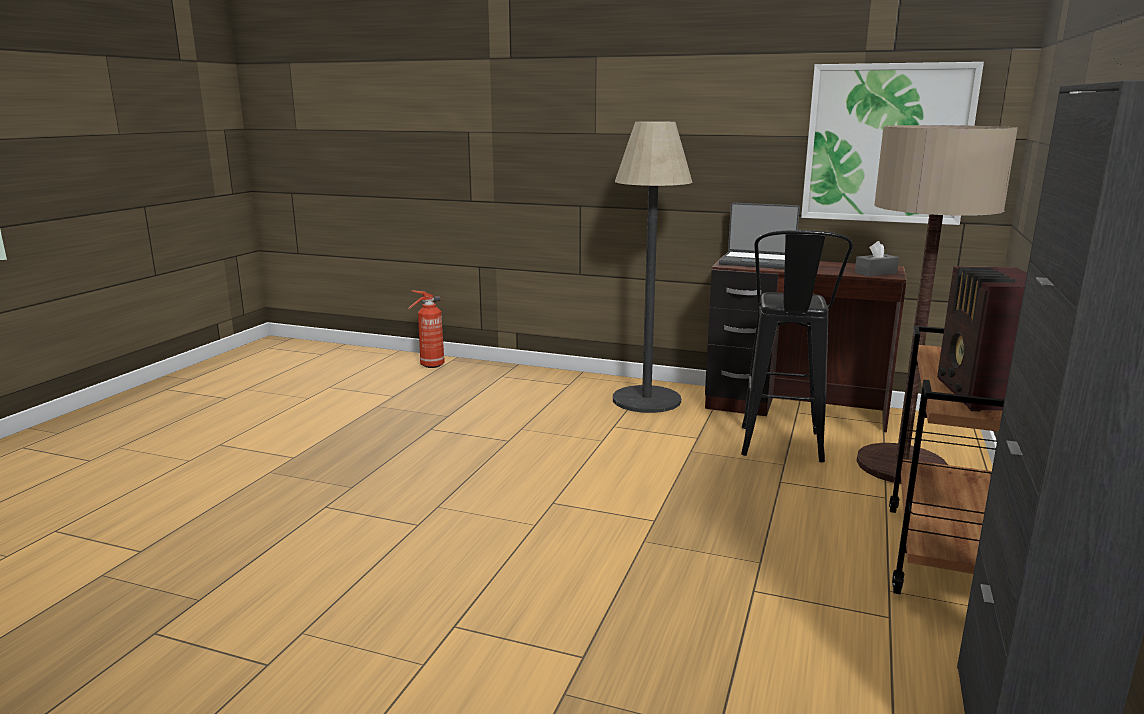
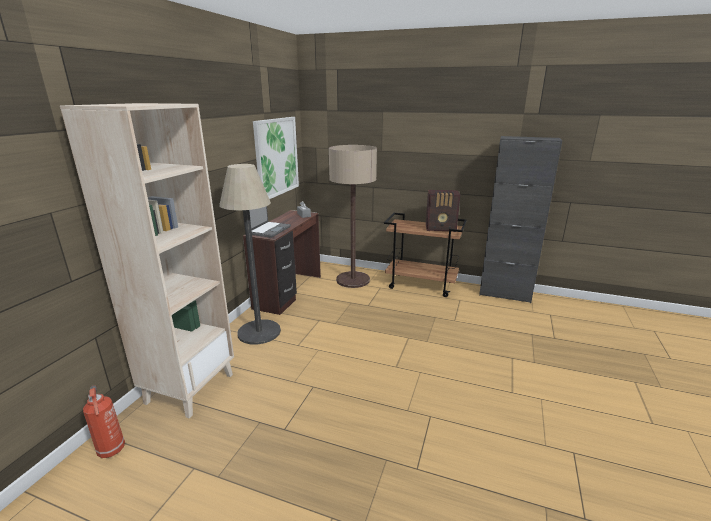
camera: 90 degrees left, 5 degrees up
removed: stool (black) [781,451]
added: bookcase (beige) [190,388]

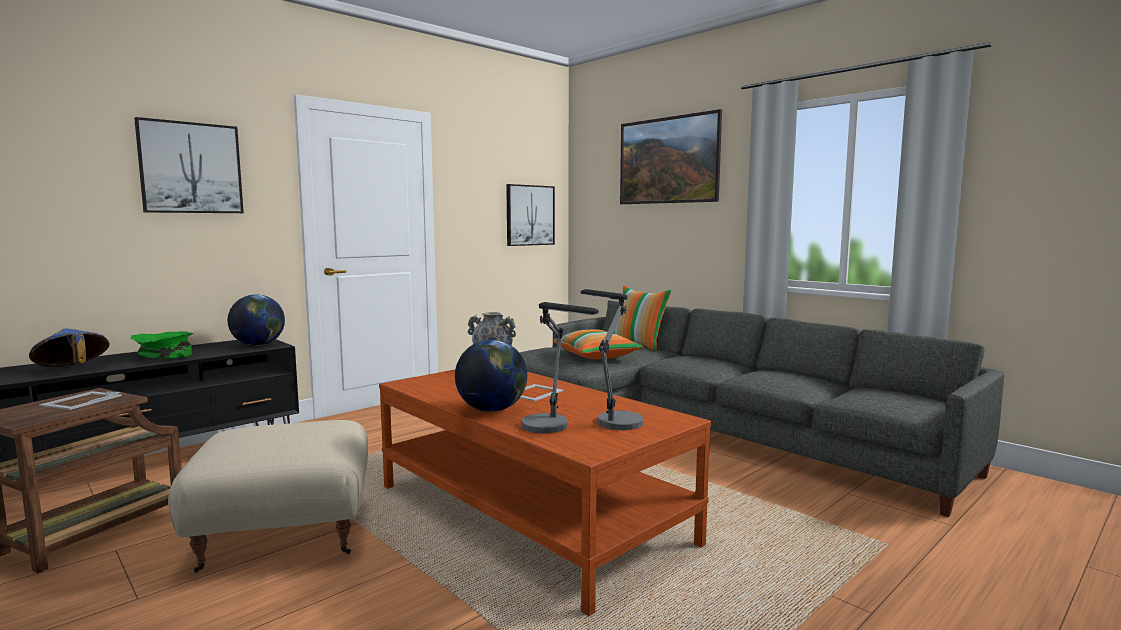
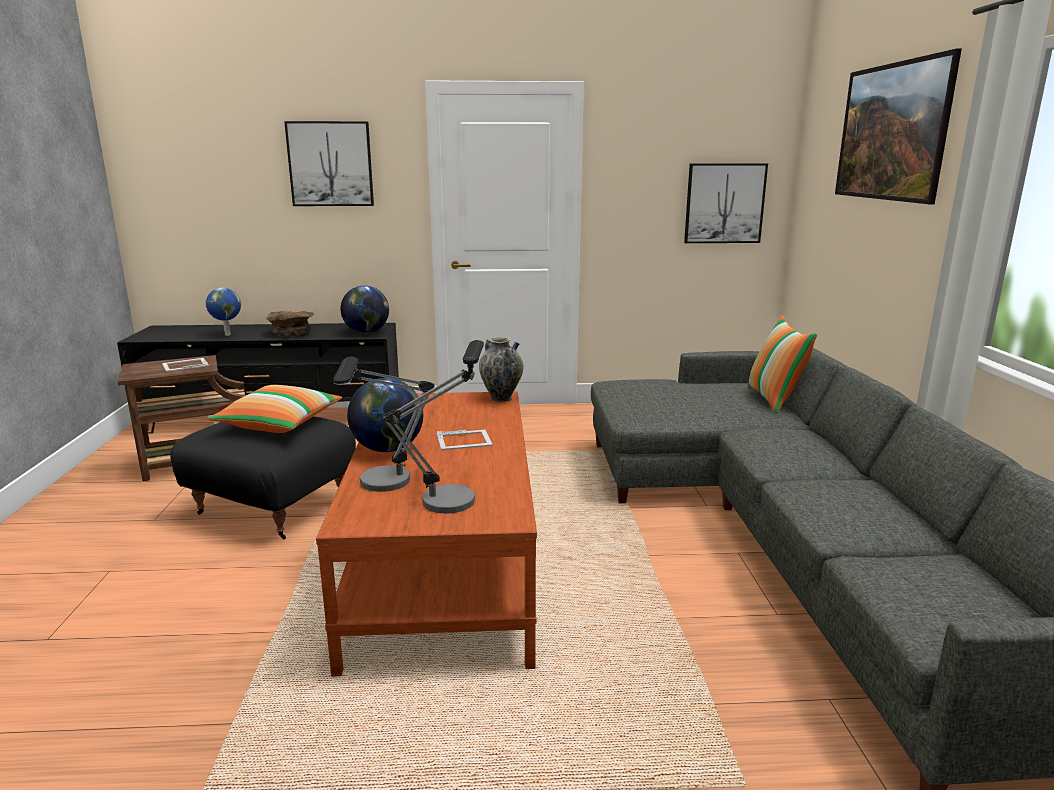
camera: 40 degrees right, 10 degrees up
moved: pillow [596,356] to [279,424]
replaced: hat (blue) [72,369] to globe [227,335]
recoloured: bowl (green) [165,356] to bowl (brown) [292,333]; ottoman (beige) [284,536] to ottoman (black) [273,507]

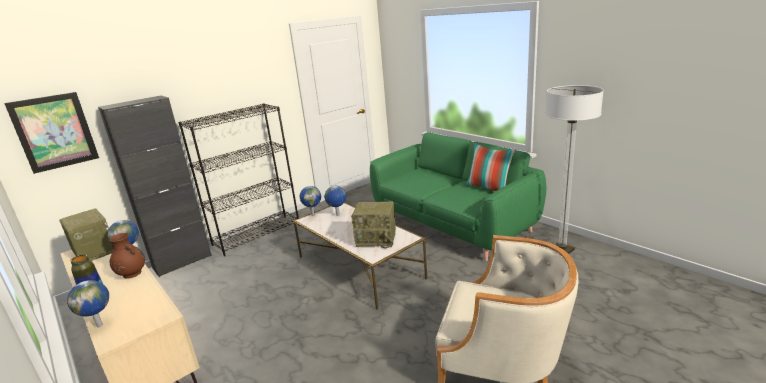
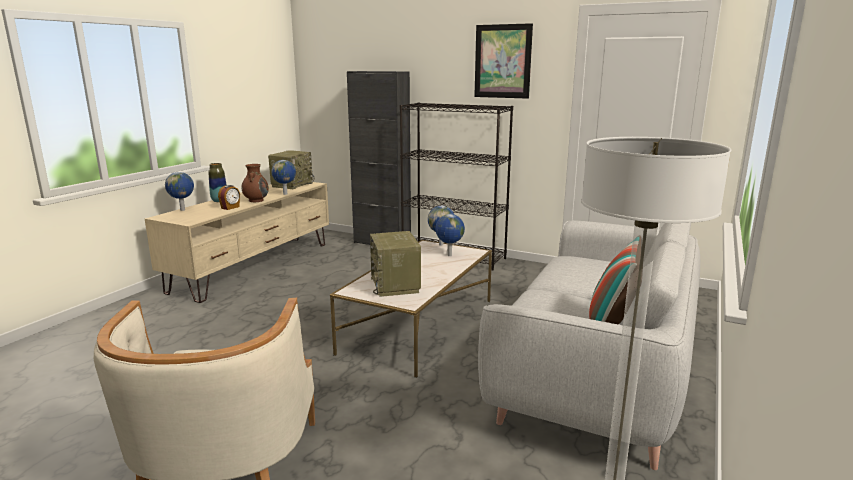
camera: 65 degrees right, 5 degrees down
added: alarm clock [230,207]
moved: picture [54,132] to [502,61]
recoloured: sofa (green) [453,224] to sofa (grey) [596,373]

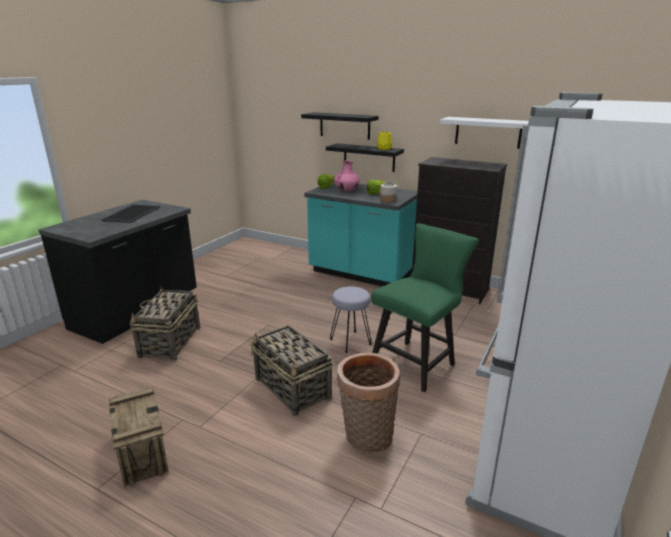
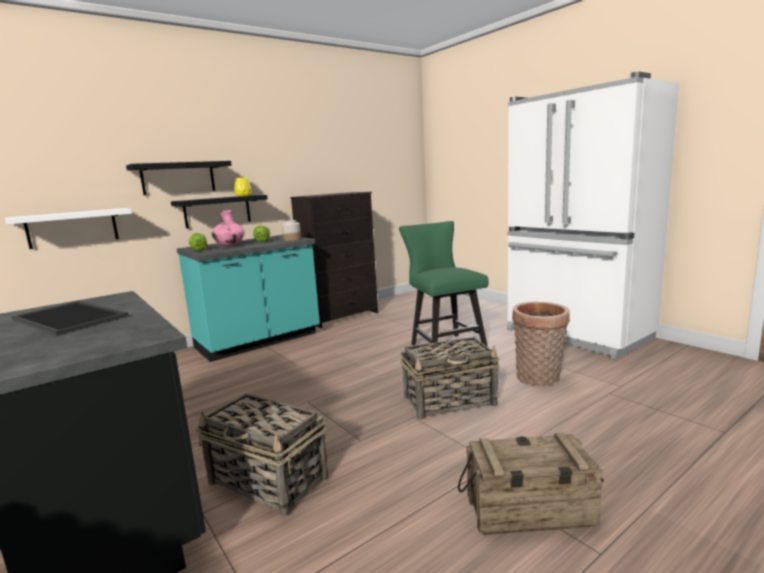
camera: 65 degrees left, 10 degrees down
removed: stool (grey) [350,341]
moved: shelf (white) [488,132] to [72,228]

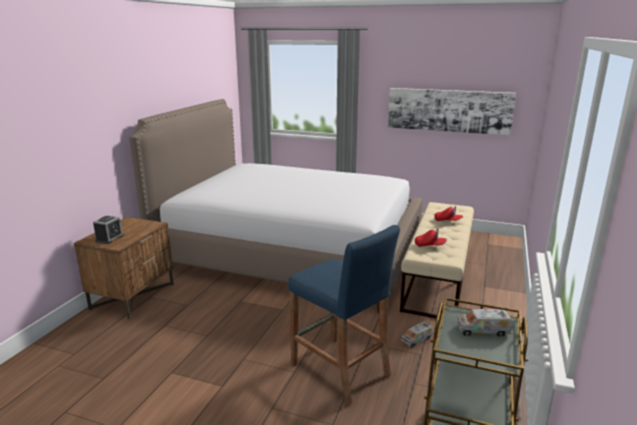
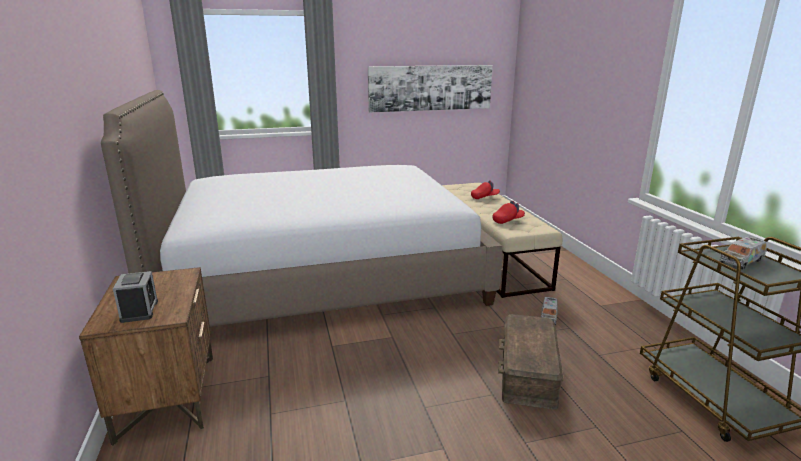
camera: 35 degrees left, 0 degrees up
replaced: stool (blue) [339,369] to storage box (brown) [529,372]

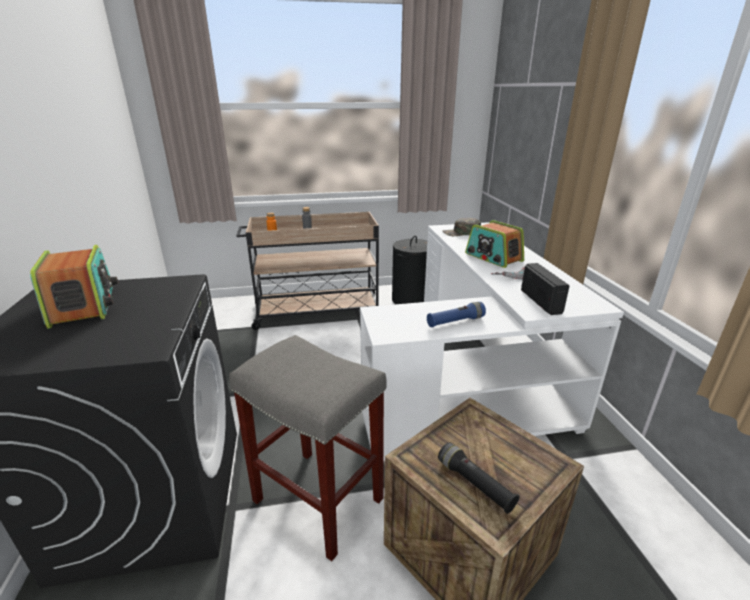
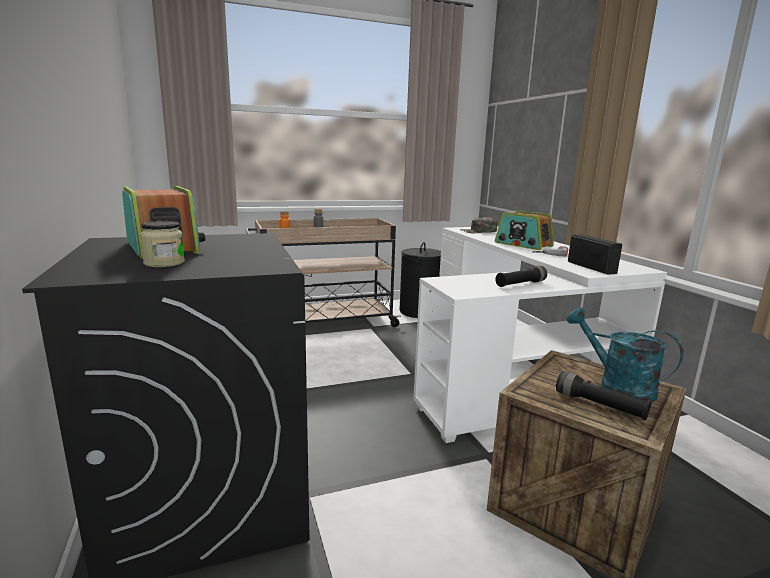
camera: 10 degrees left, 10 degrees down
removed: stool (grey) [316,499]
added: jar [164,263]; watering can (turquoise) [617,385]
recoloured: flashlight (blue) [455,322] to flashlight (black) [520,284]

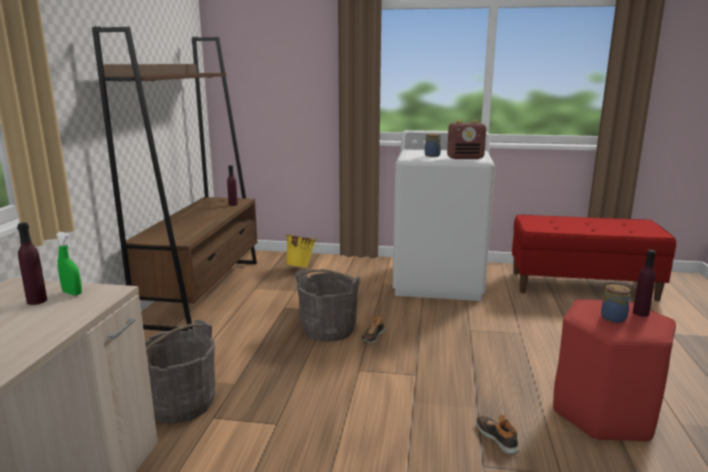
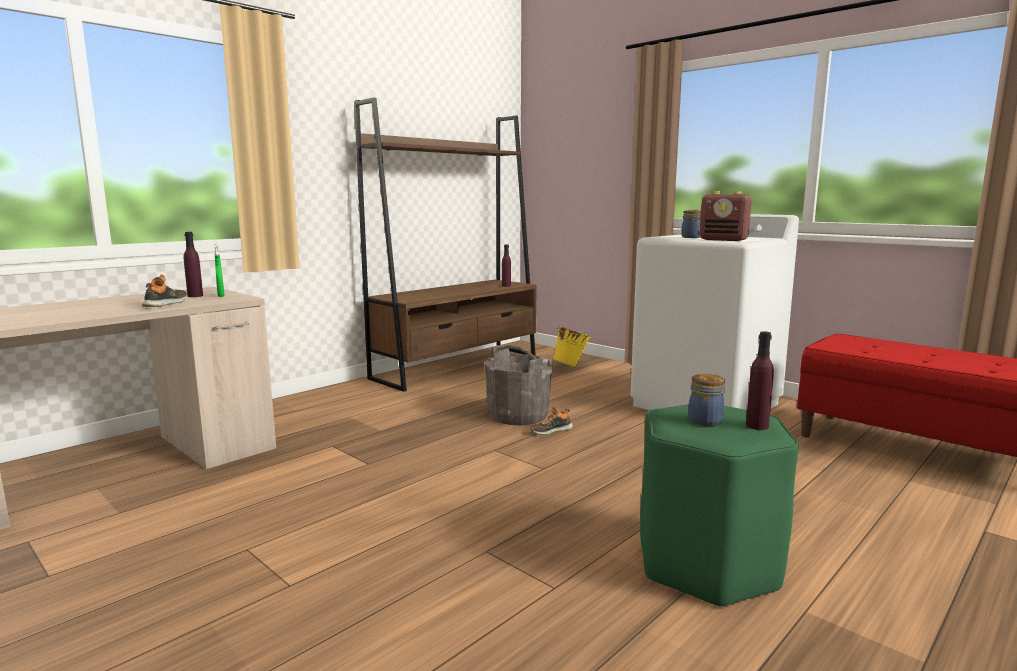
camera: 35 degrees right, 5 degrees down
removed: bucket (grey) [180,403]
moved: shoe [497,438] to [167,303]
recoloured: stool (red) [604,413] to stool (green) [707,565]

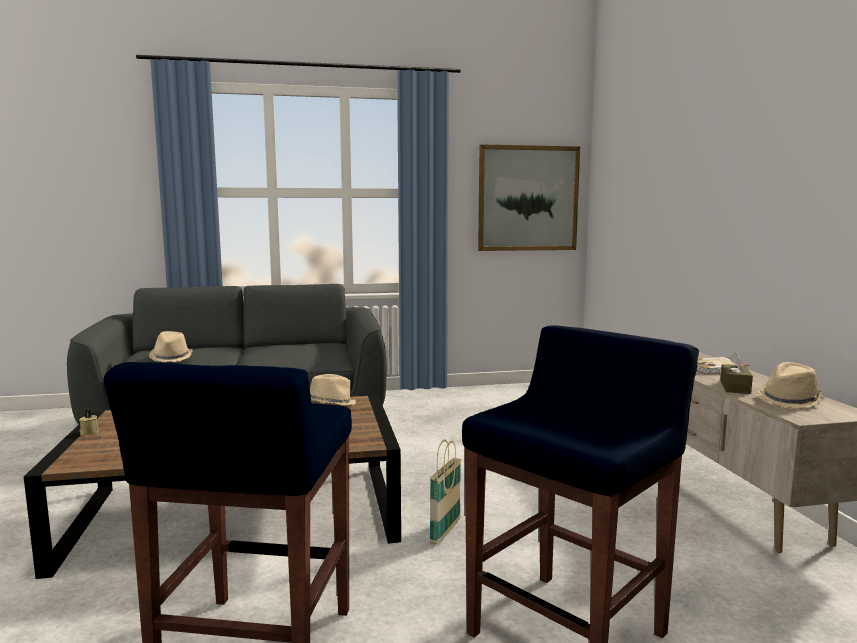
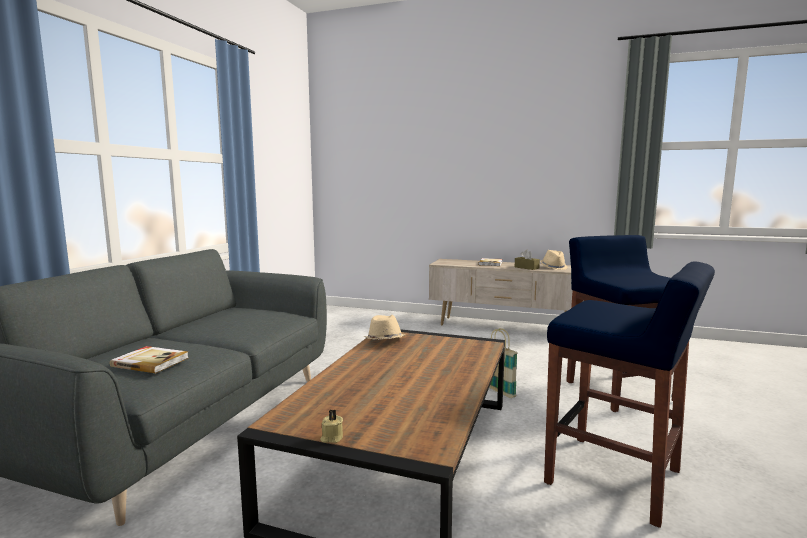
camera: 60 degrees left, 0 degrees up
removed: picture [528,198]
replaced: hat (beige) [171,357] to book [150,362]

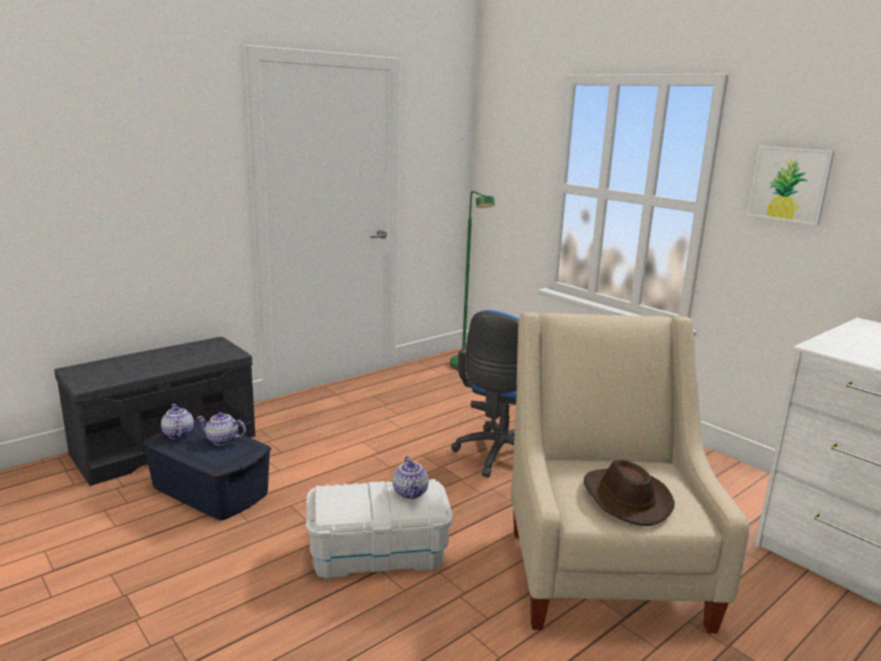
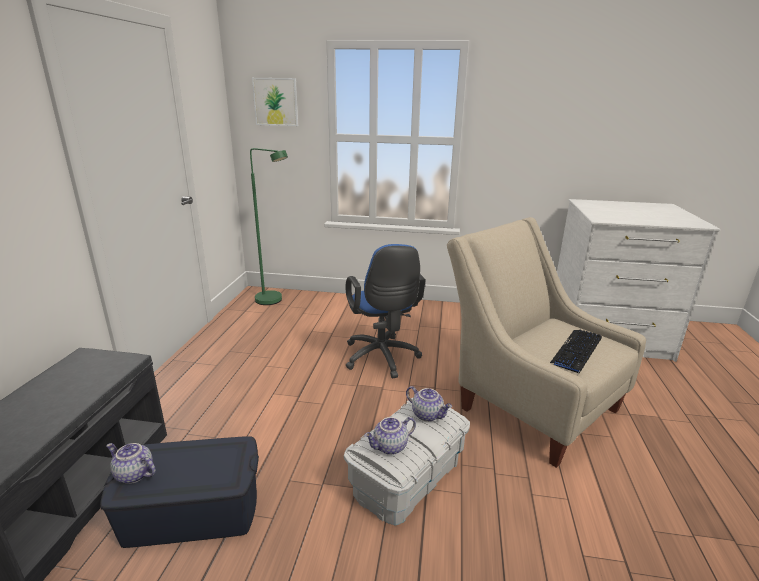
camera: 40 degrees left, 5 degrees up
moved: teapot [221,440] to [390,447]; picture [789,184] to [276,102]
replaced: hat (brown) [624,498] to keyboard [576,351]

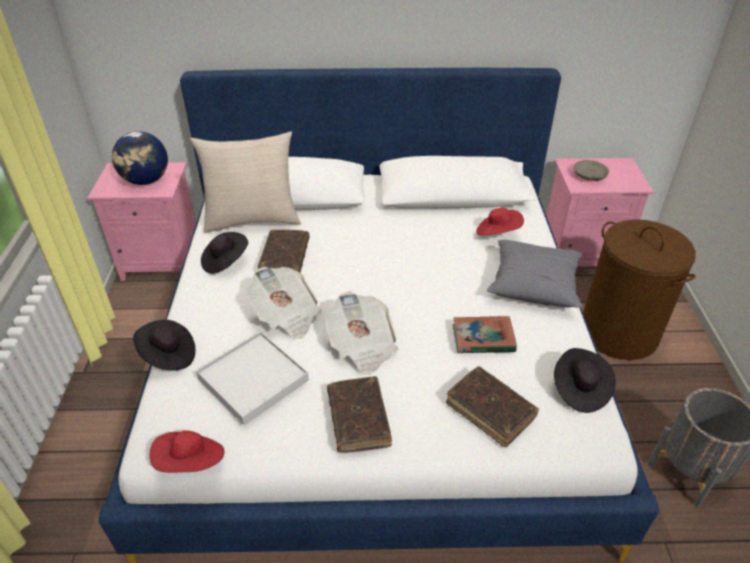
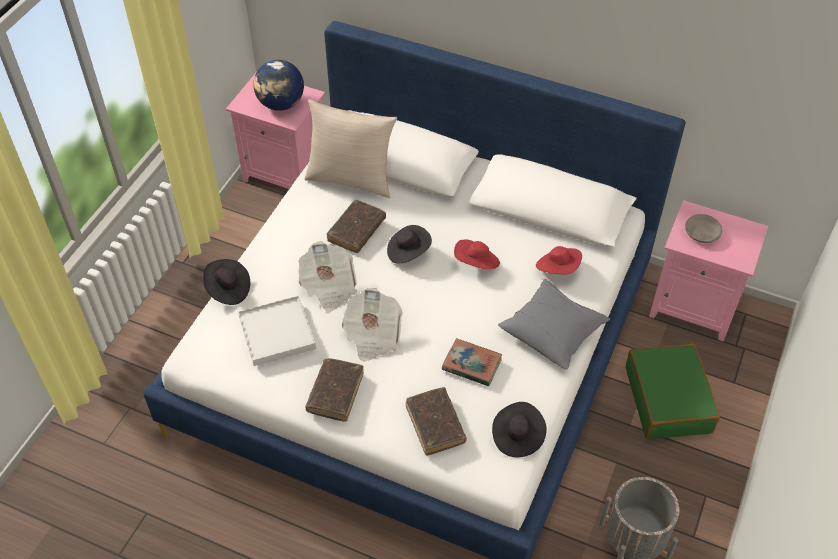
camera: 25 degrees right, 10 degrees up
moved: hat (red) [191,462] to [476,263]; hat (black) [225,262] to [408,252]
replaced: laundry basket (brown) [618,332] to suitcase (green) [668,399]

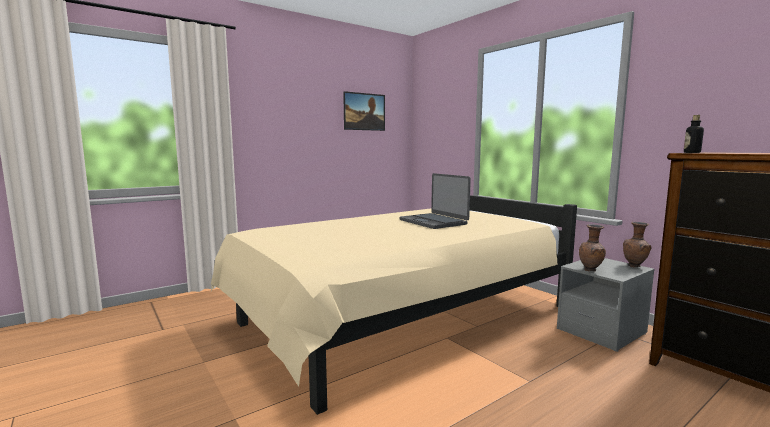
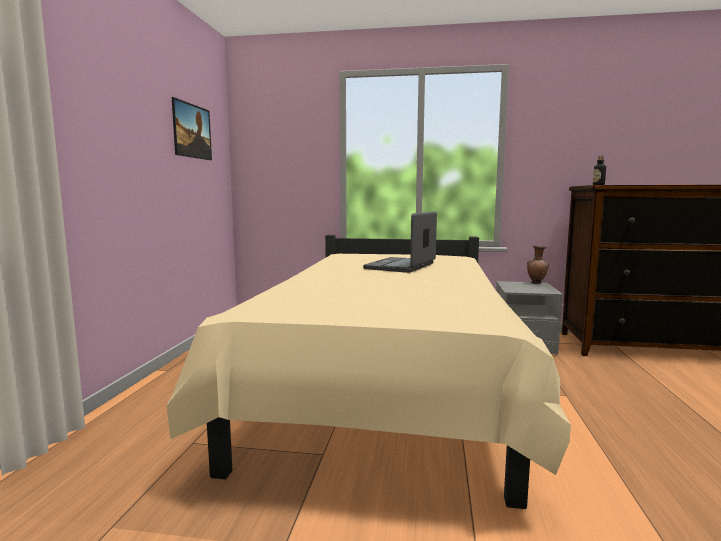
camera: 45 degrees left, 0 degrees up
removed: vase (brown) [591,270]
turned: laptop [433,222] = [401,266] 105 degrees clockwise

